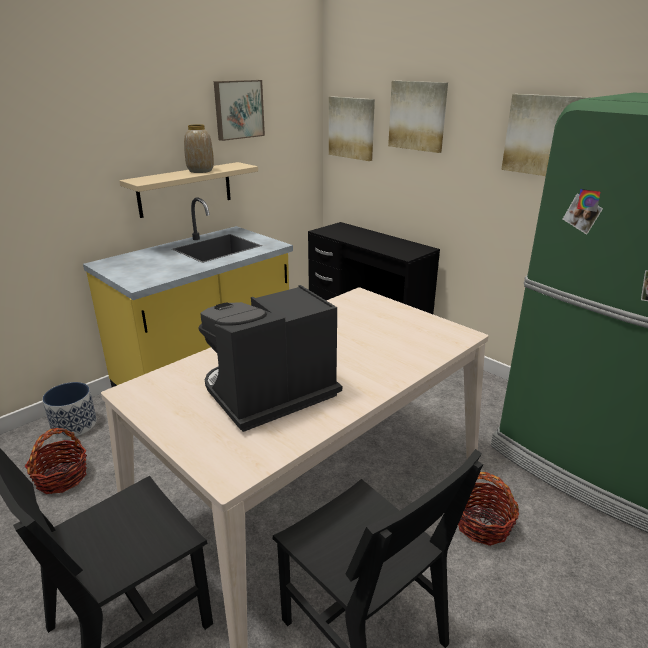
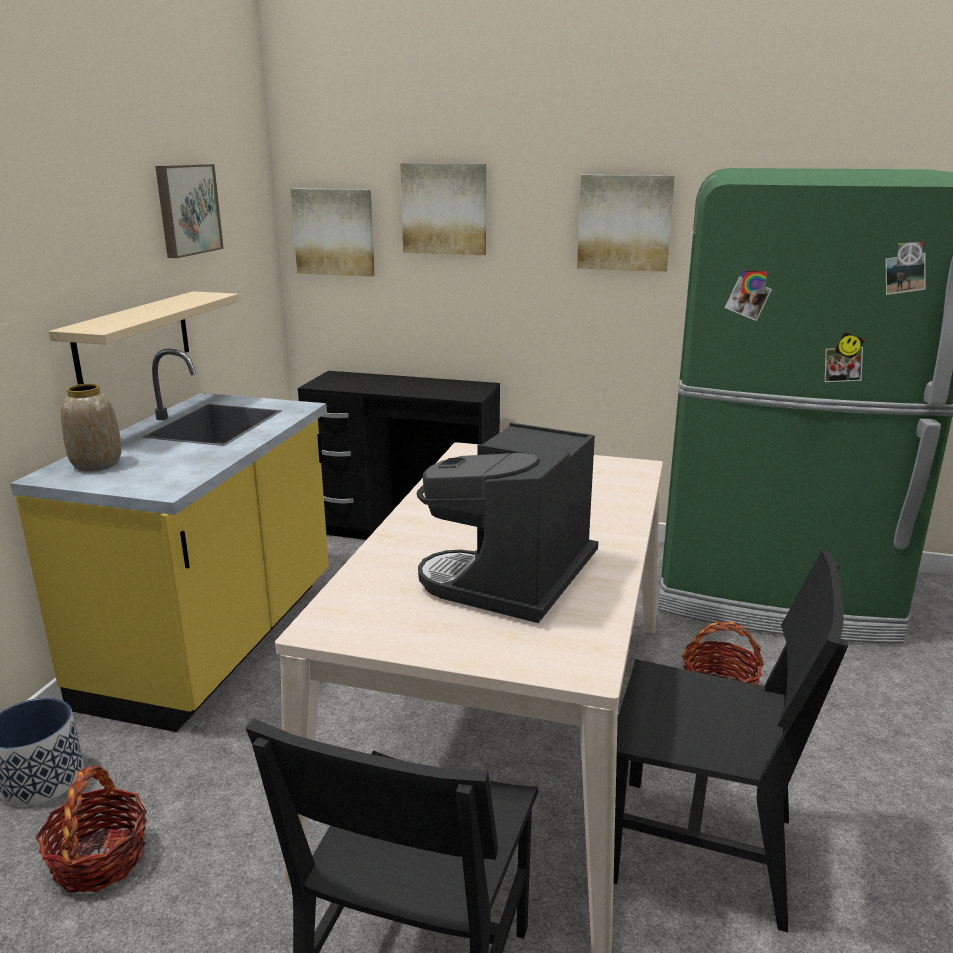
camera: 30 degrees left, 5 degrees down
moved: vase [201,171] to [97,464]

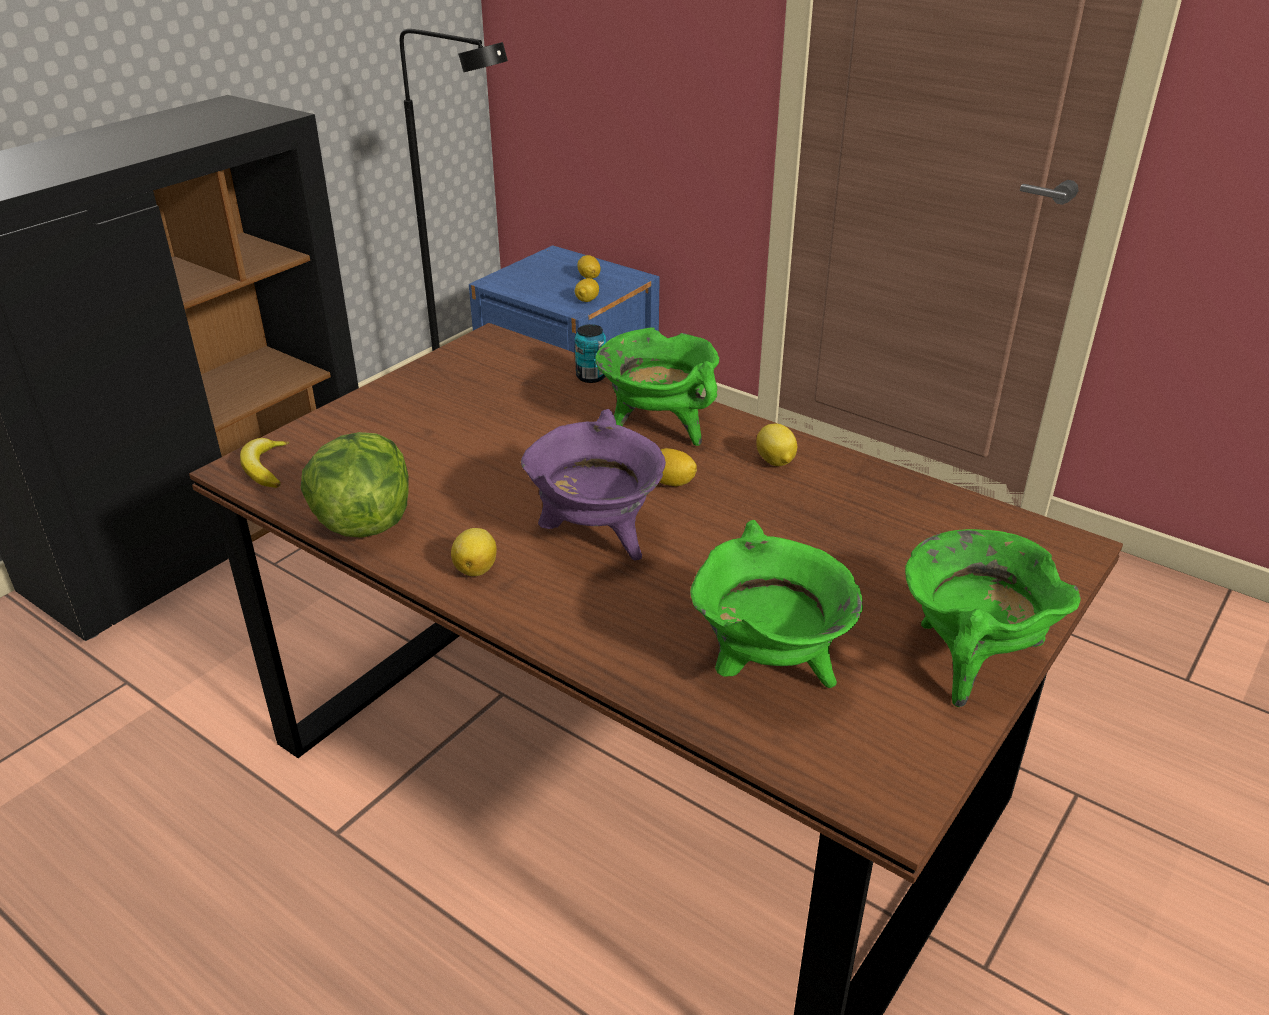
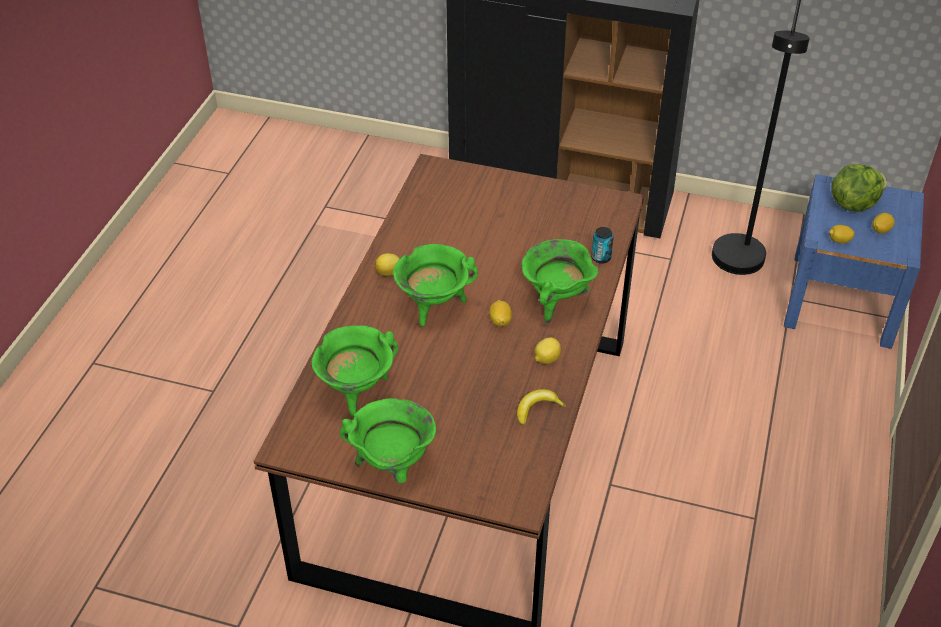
camera: 70 degrees right, 10 degrees up
moved: banana [265,468] to [537,409]; lettuce [363,522] to [853,203]
recoloured: cooking pot (purple) [597,538] to cooking pot (green) [434,306]

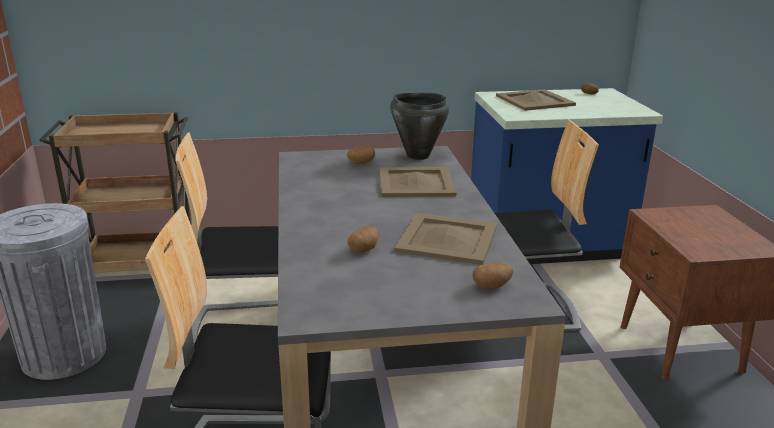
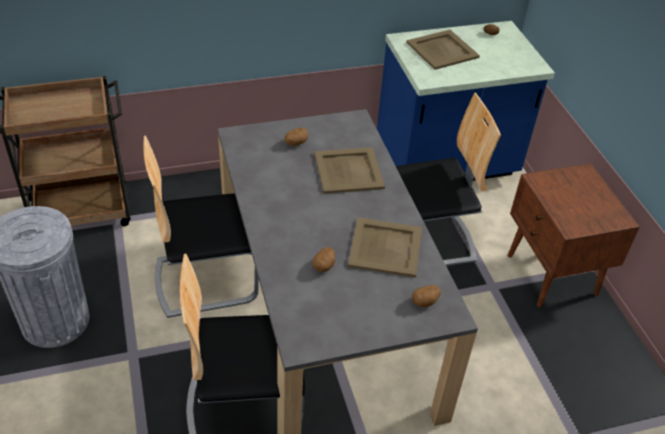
camera: 10 degrees left, 20 degrees up
removed: cooking pot (black) [417,156]

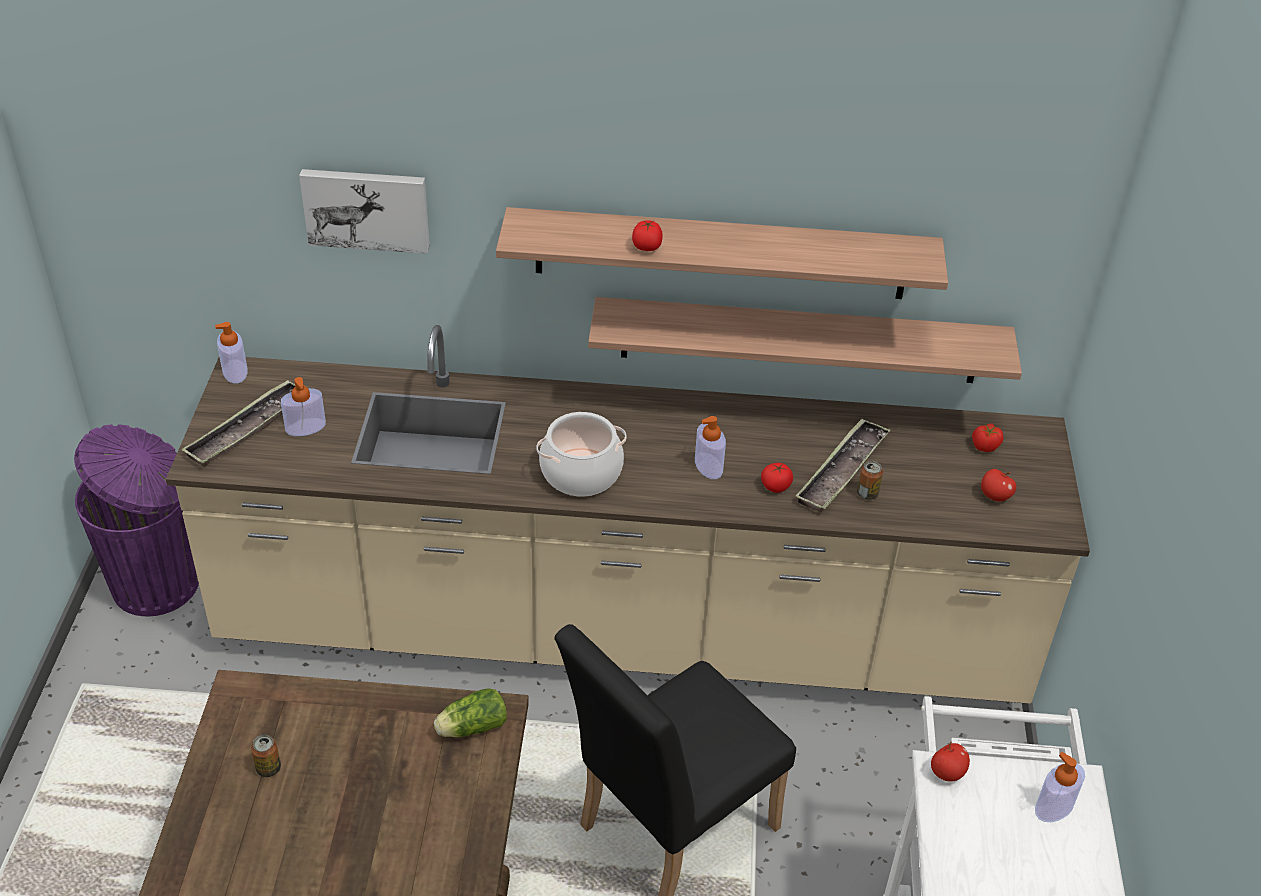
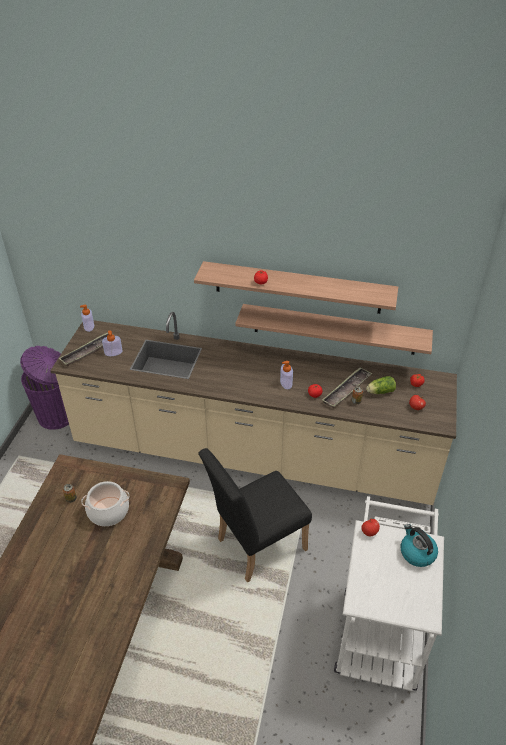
camera: 10 degrees right, 0 degrees up
removed: picture [367,208]
moved: lettuce [470,727] to [379,391]; cooking pot [580,473] to [108,511]
replaced: soap dispenser [1054,806] to kettle [416,553]

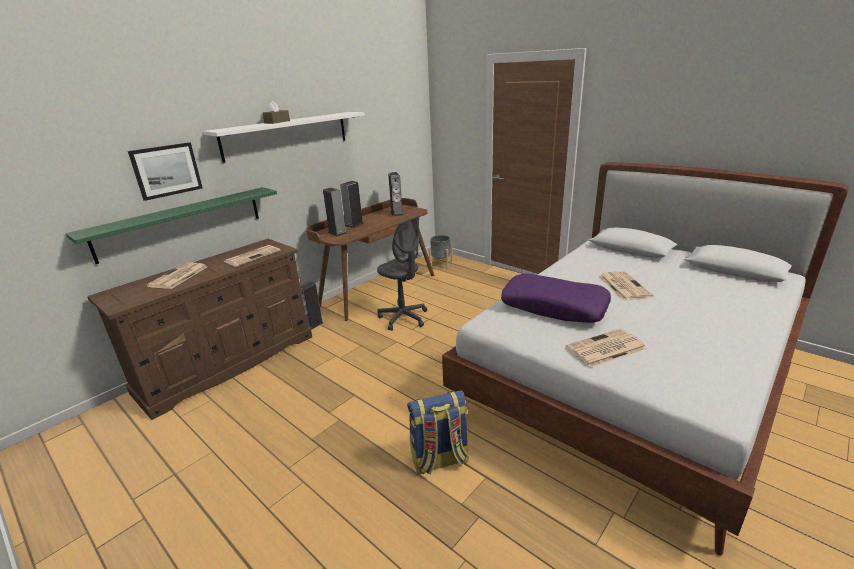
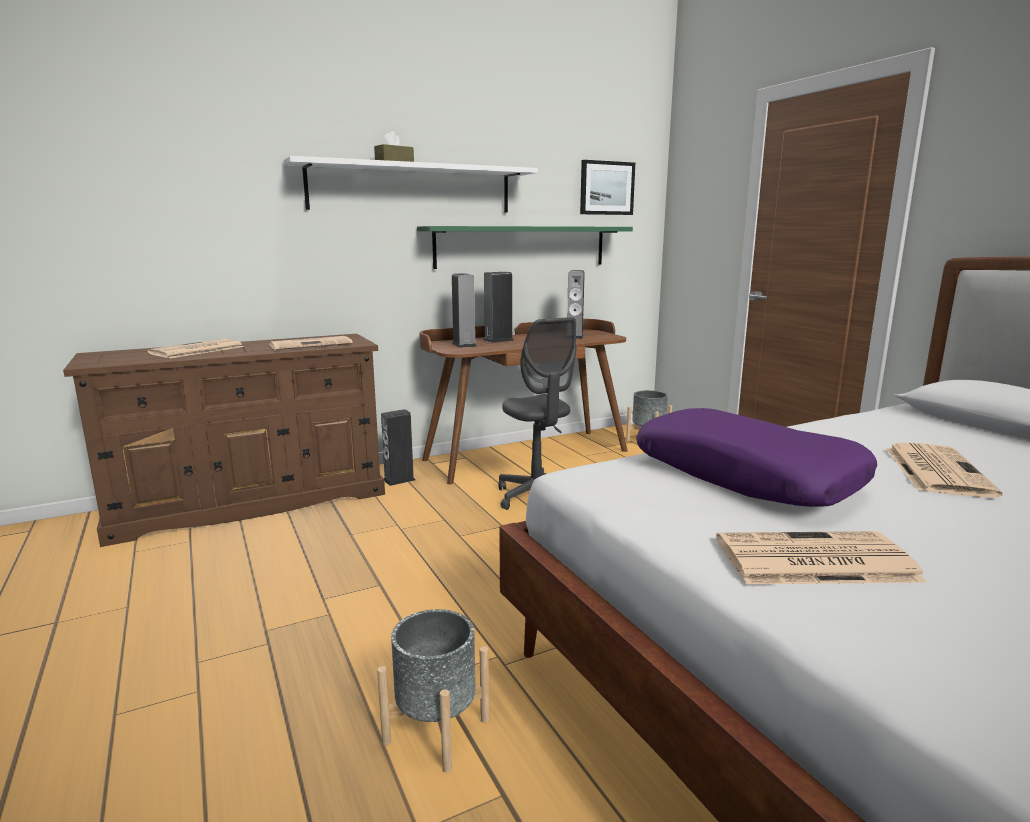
camera: 20 degrees right, 10 degrees down
moved: shelf (green) [181,223] to [522,246]; picture [166,170] to [606,188]
replaced: backpack [439,460] to planter (grey) [437,731]

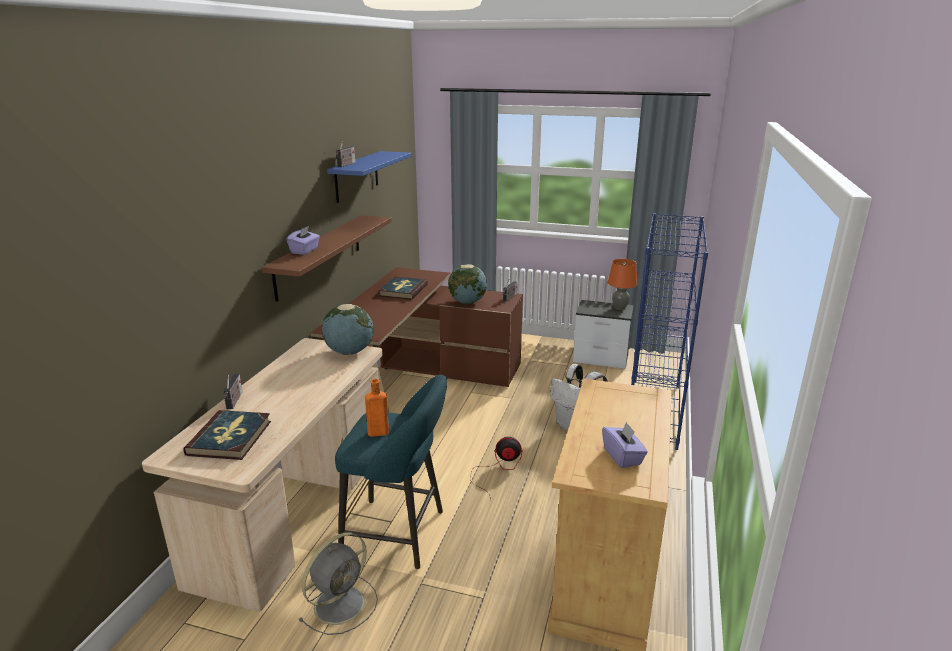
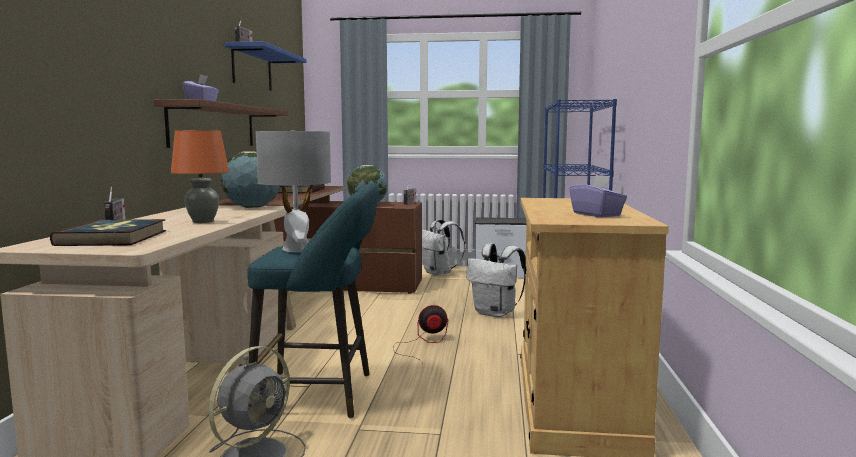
camera: 10 degrees left, 15 degrees down
added: backpack (white) [439,273]
moved: table lamp (orange) [620,308] to [203,221]
replaced: bottle (orange) [376,433] to table lamp (grey) [297,250]

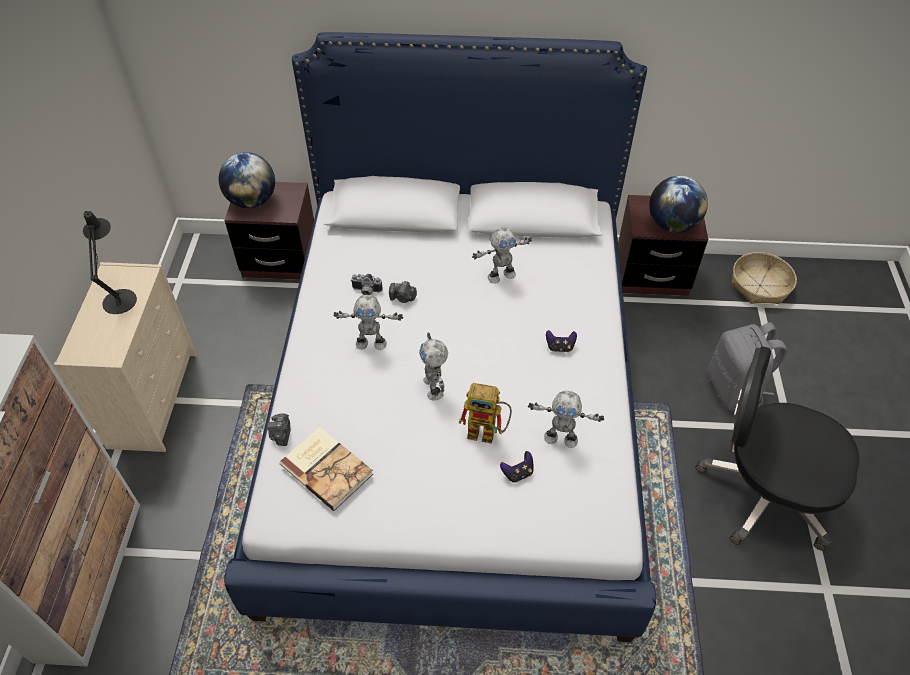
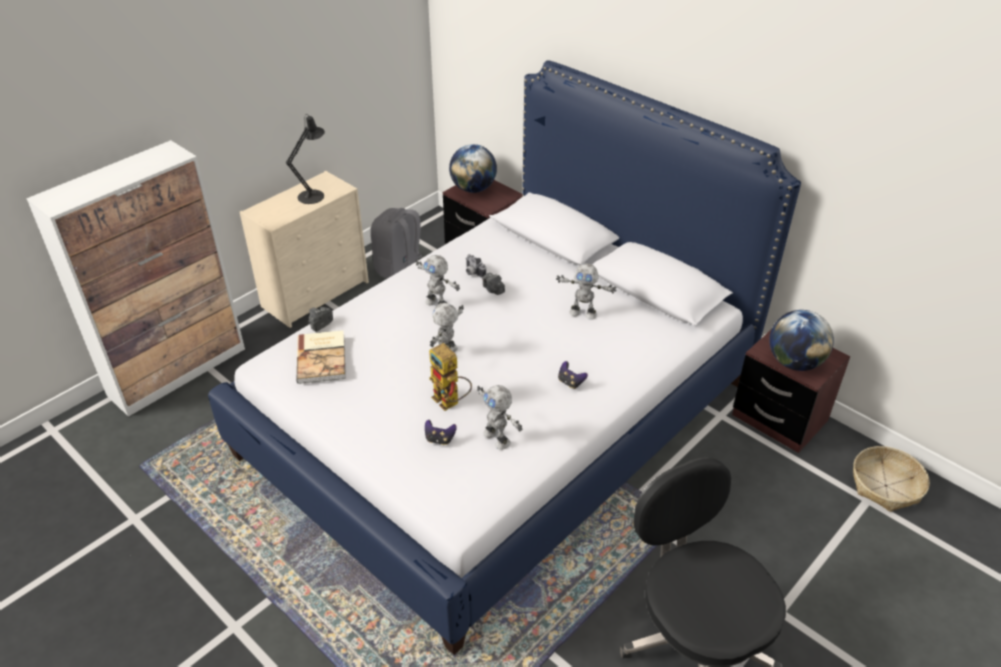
camera: 40 degrees right, 10 degrees down
moved: backpack (grey) [735,390] to [400,269]

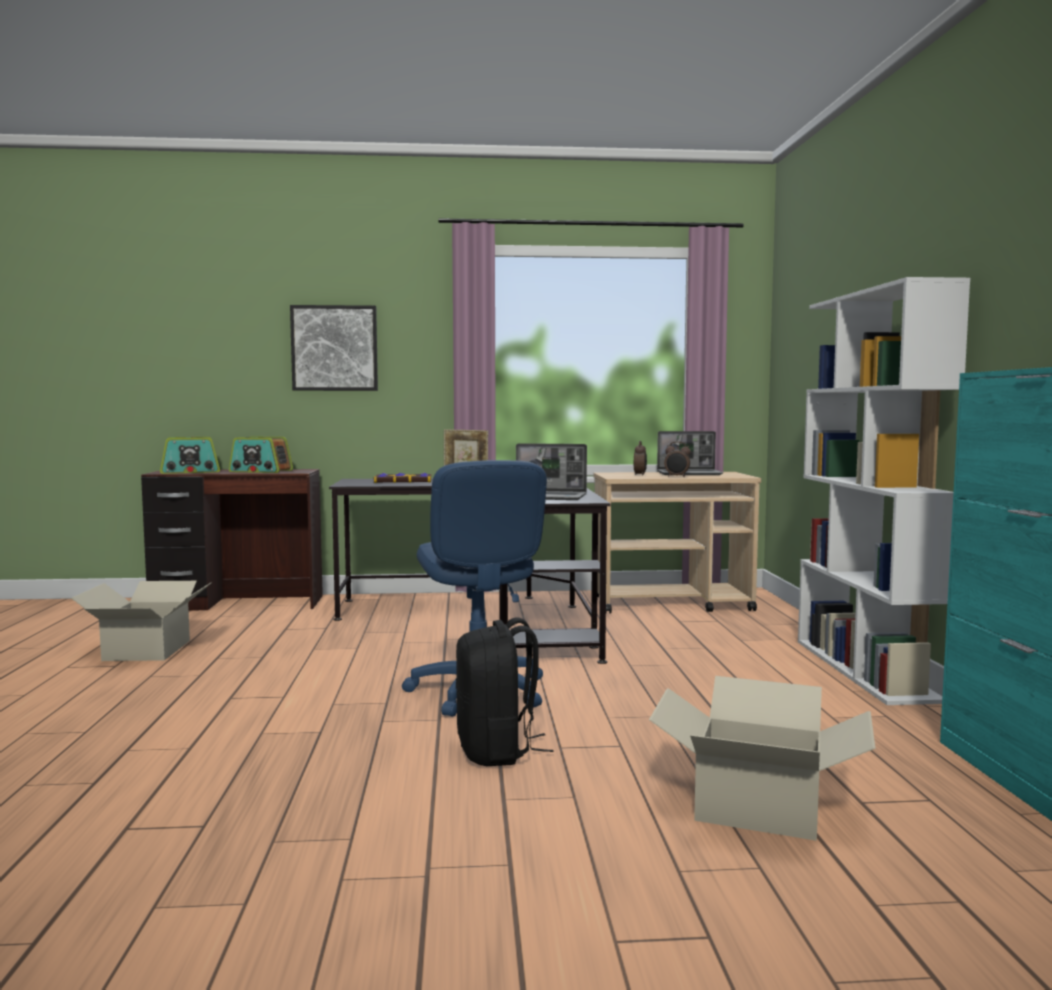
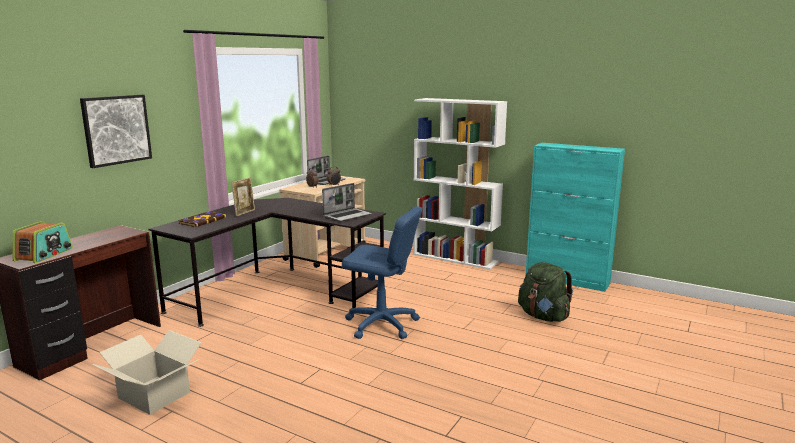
camera: 55 degrees left, 10 degrees up
removed: radio [261,471]; backpack (black) [497,751]
replaced: cardboard box [758,808] to backpack (green) [543,316]

